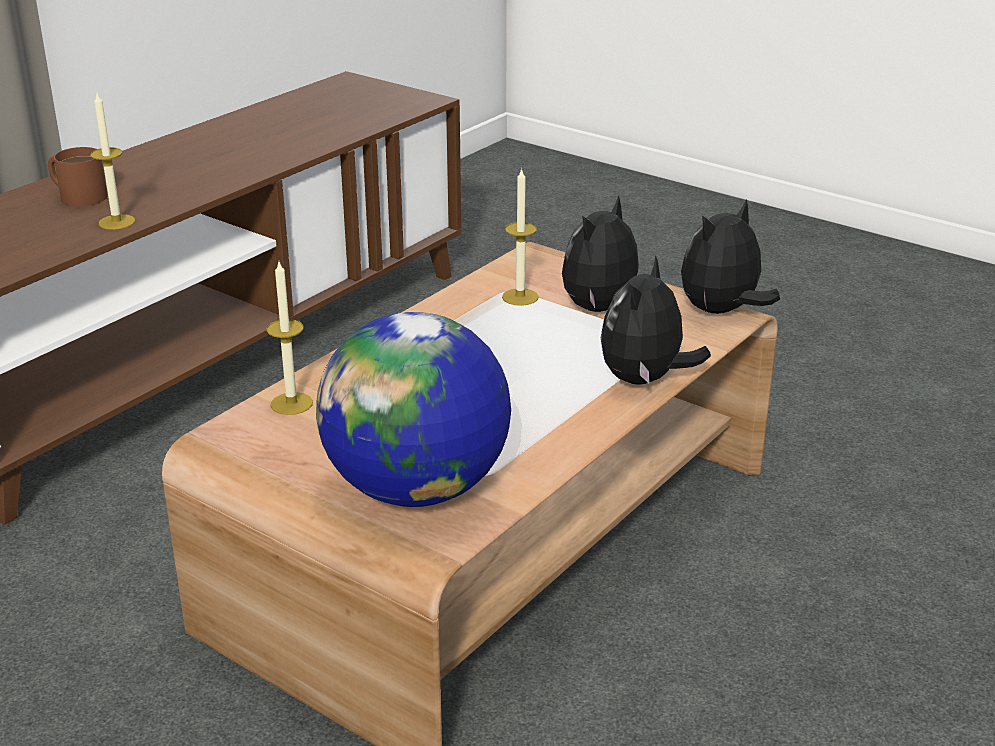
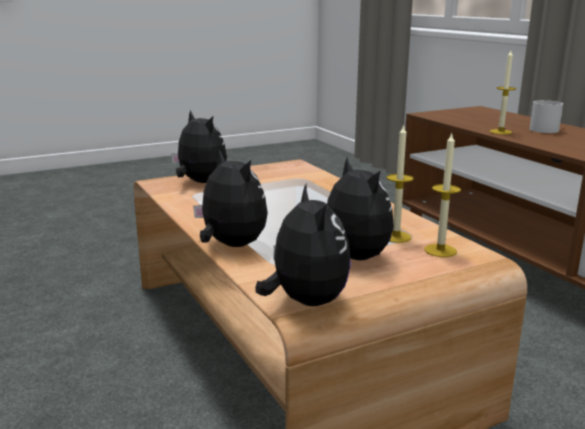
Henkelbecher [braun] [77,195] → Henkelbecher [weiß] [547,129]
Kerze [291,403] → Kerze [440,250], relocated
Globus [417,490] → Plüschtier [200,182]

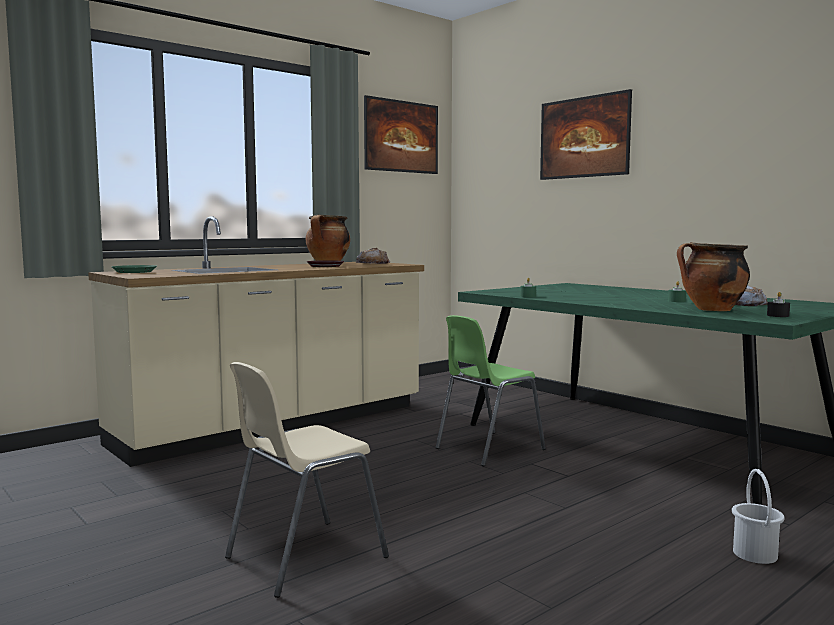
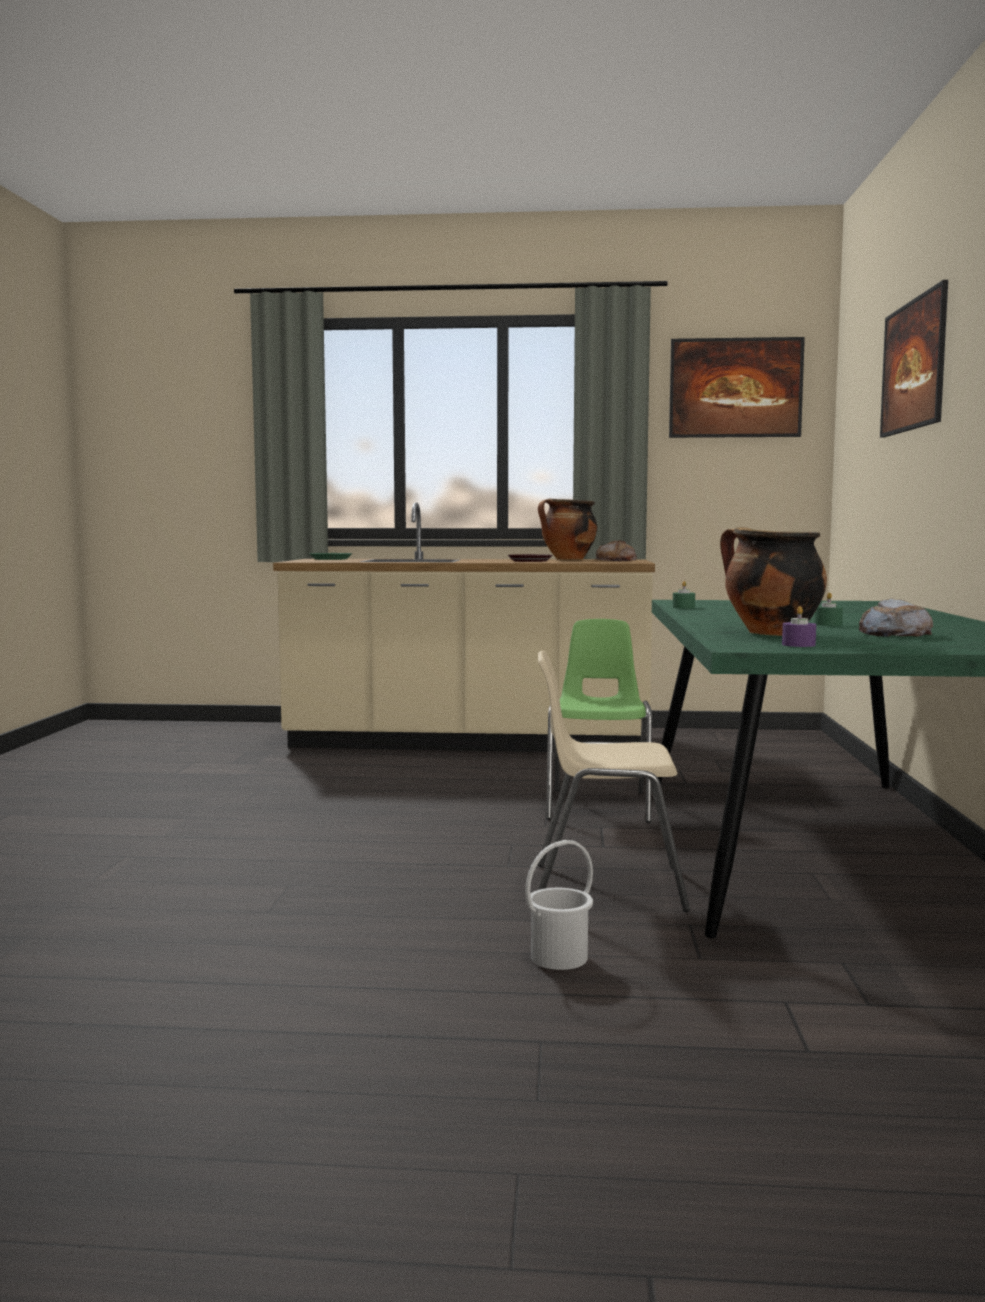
Stuhl [beige] [304,557] → Stuhl [beige] [606,886], relocated
Stuhl [grün] [488,449] → Stuhl [grün] [599,805], 90 degrees clockwise
Kerze [schwarz] [778,315] → Kerze [lila] [798,645]

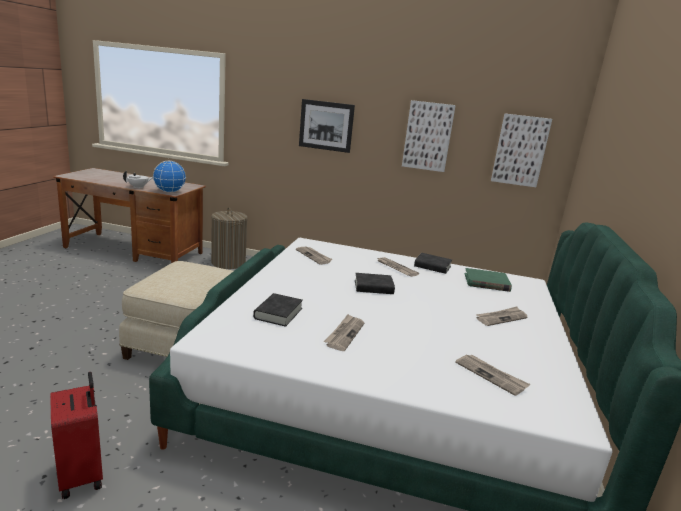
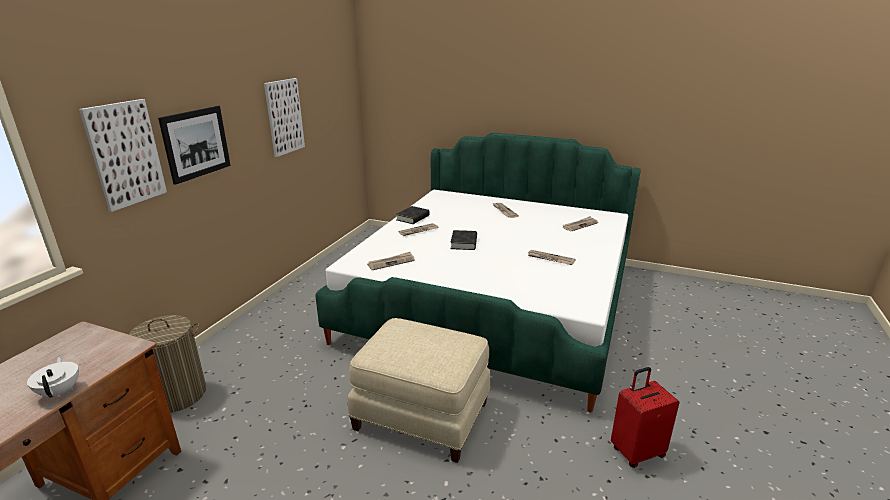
Globus [169,192] → -
Buch [schwarz] [278,313] → -
Buch [grün] [486,282] → -
Bild [520,150] → Bild [125,154], relocated

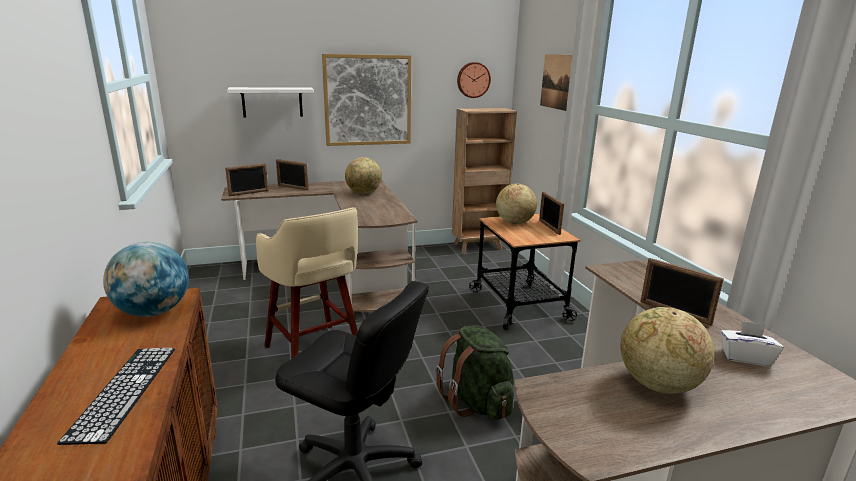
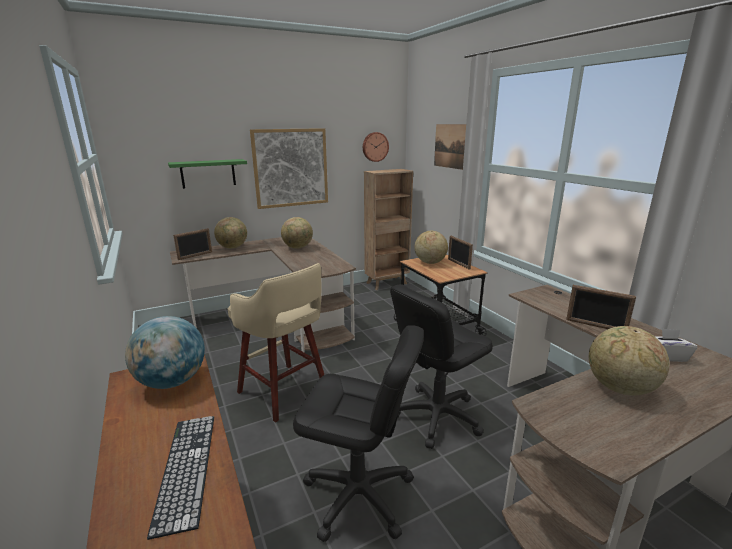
Wandregal [weiß] [272,102] → Wandregal [grün] [208,173]
Bilderrahmen [292,187] → Globus [233,247]
Rucksack [grün] [477,402] → Bürostuhl [schwarz] [436,416]

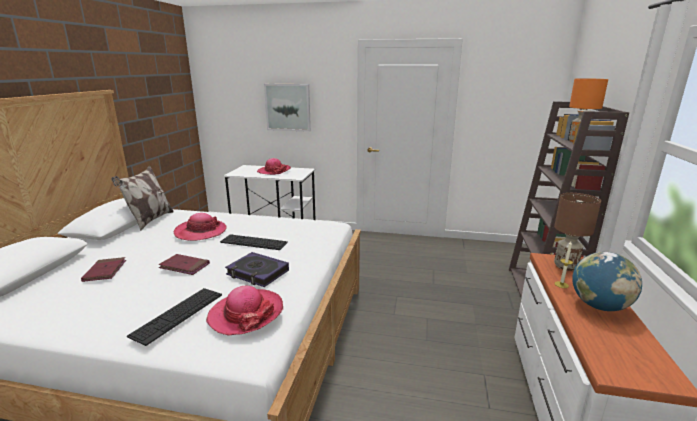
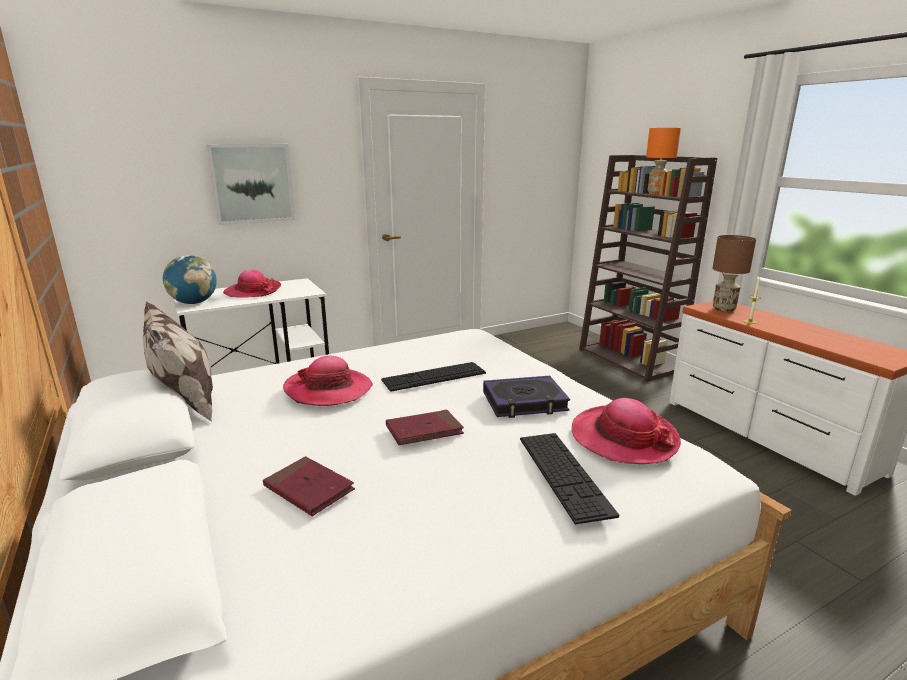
Globus [599,306] → Globus [194,303], relocated

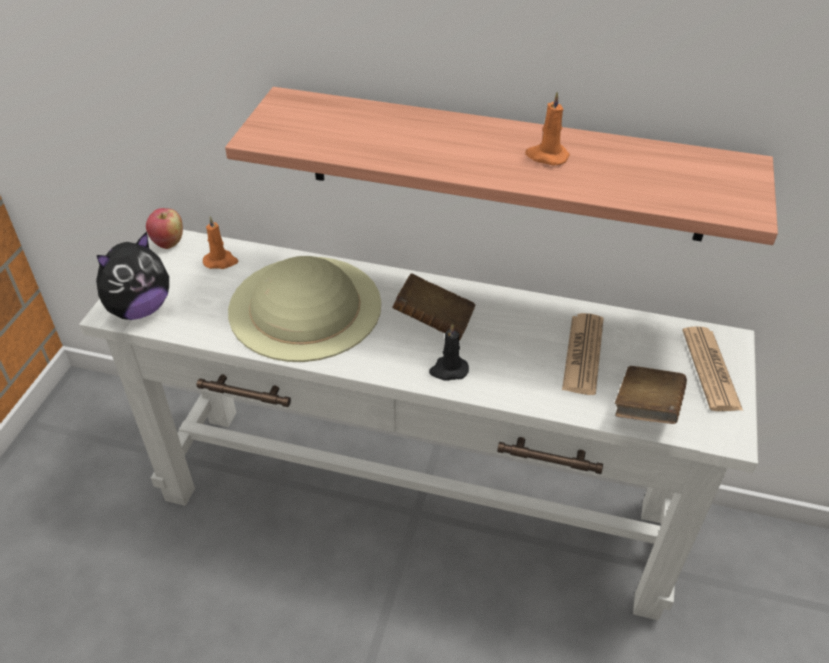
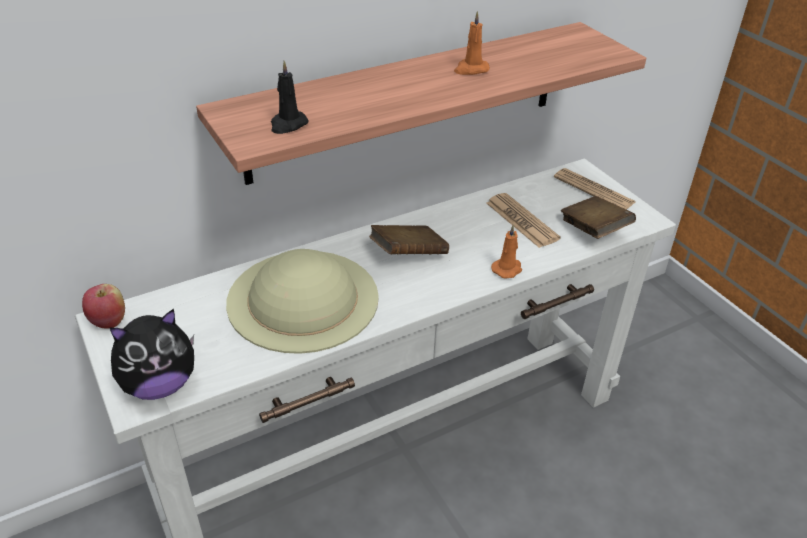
Plüschtier [139,309] → Plüschtier [160,385], 60 degrees clockwise
Kerze [orange] [221,261] → Kerze [orange] [507,269], relocated
Kerze [schwarz] [448,370] → Kerze [schwarz] [288,125], relocated

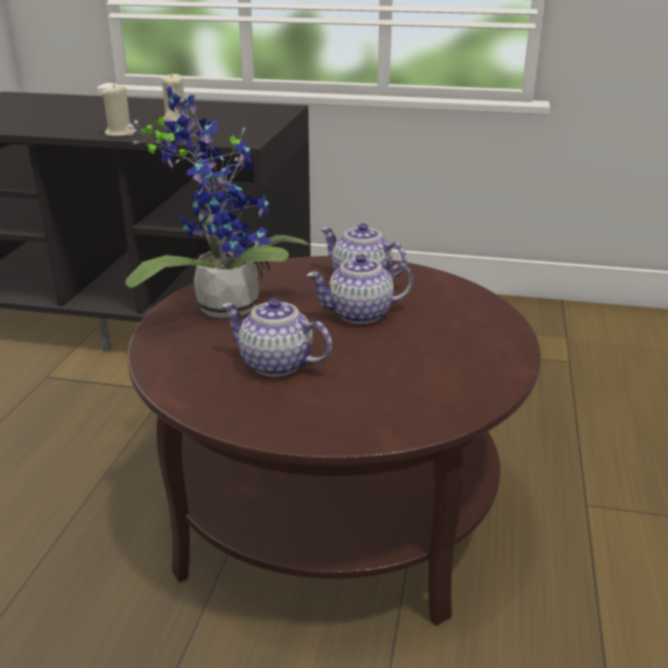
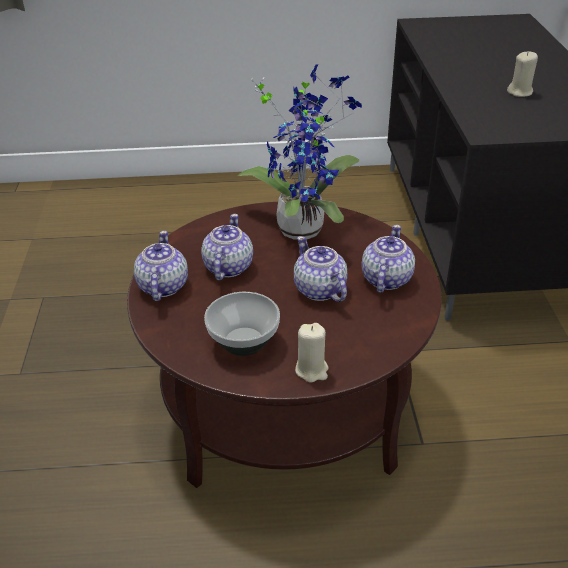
Kerze [beige] [120,133] → Kerze [beige] [312,370], relocated
- → Teekanne [162,287]
- → Schüssel [244,341]

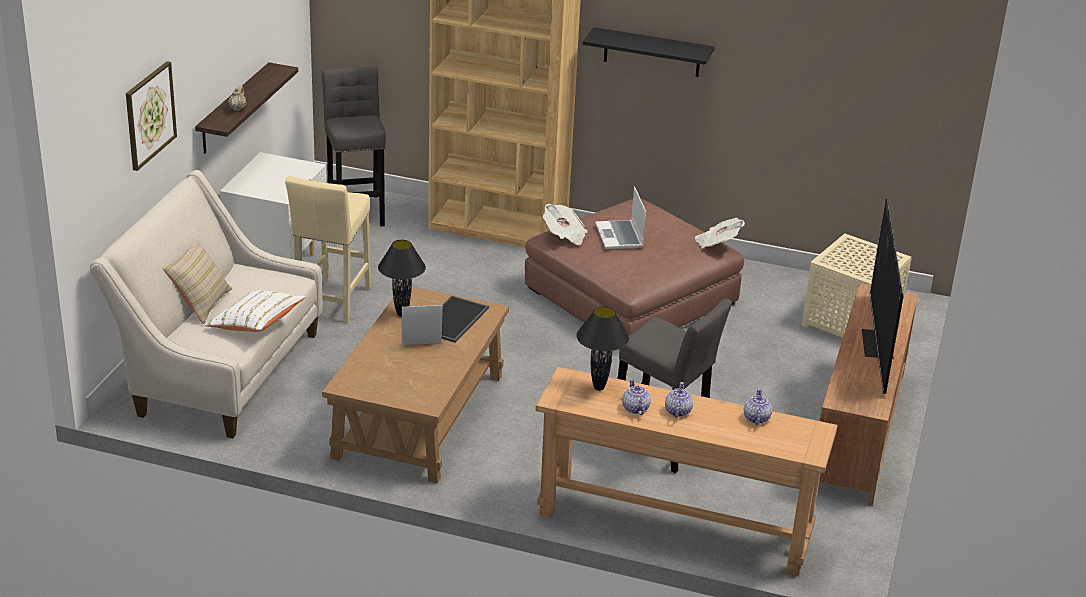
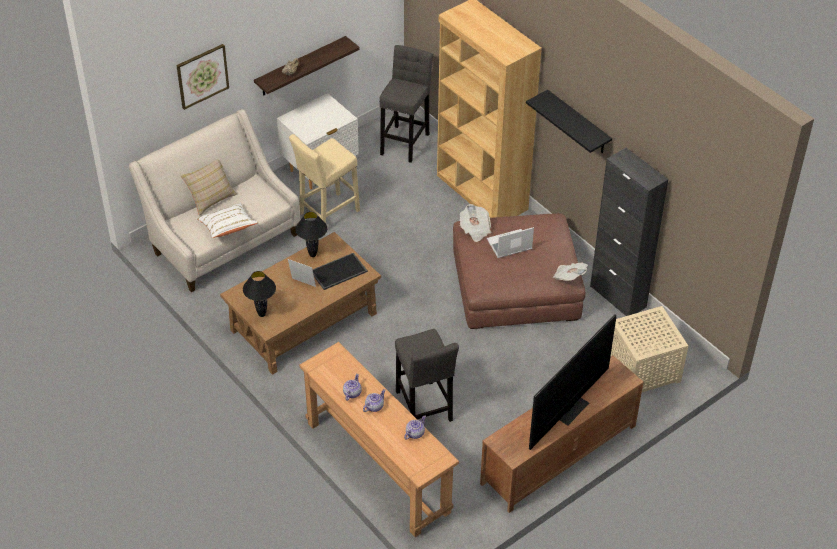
Tischlampe [schwarz] [599,388] → Tischlampe [schwarz] [262,315], relocated
Laptop [620,236] → Laptop [509,245], 45 degrees clockwise
- → Schrank [schwarz] [618,296]

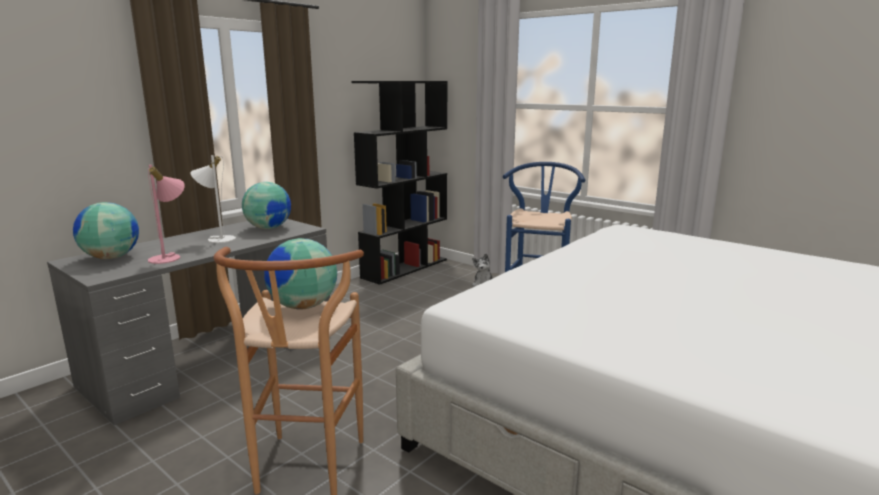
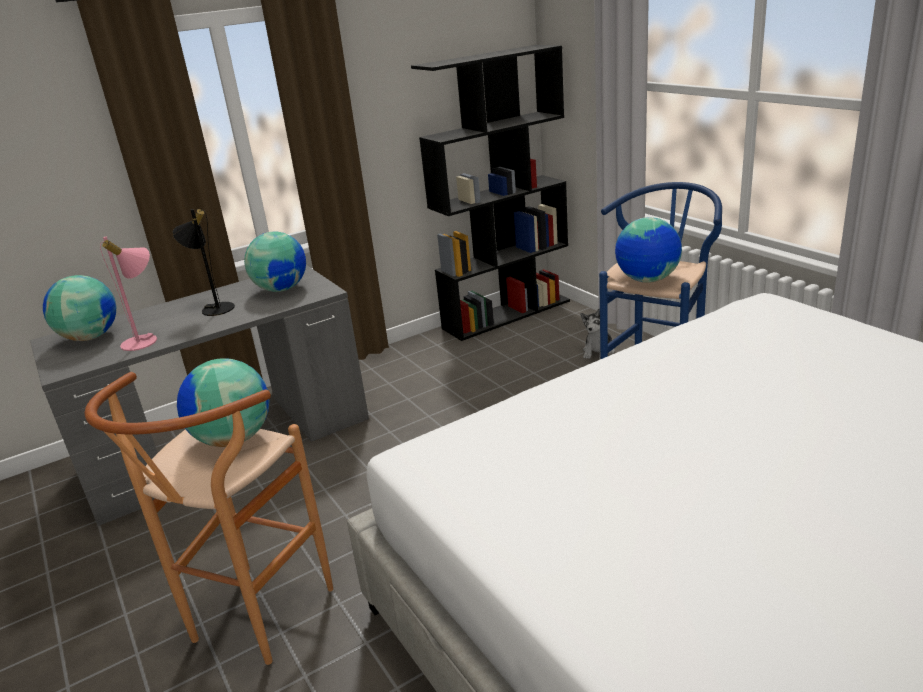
Tischlampe [weiß] [217,238] → Tischlampe [schwarz] [214,307]
- → Globus [647,280]

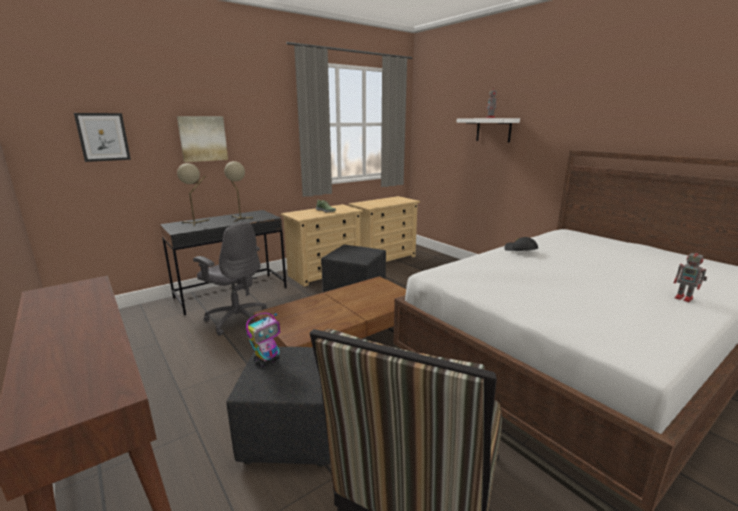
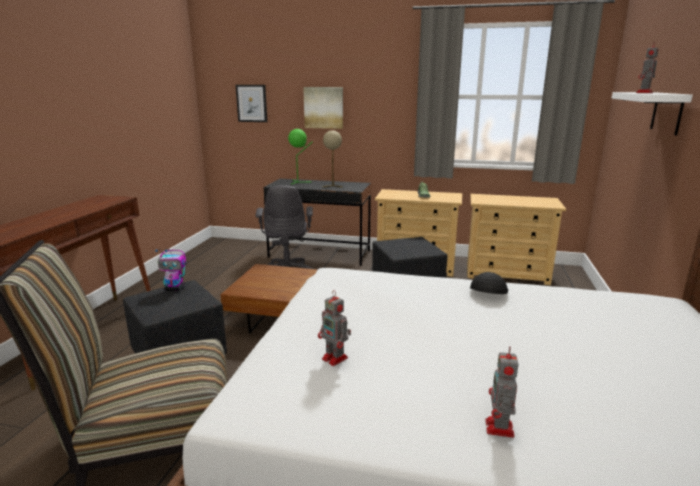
Tischlampe [beige] [196,222] → Tischlampe [grün] [299,182]
- → Spielzeugroboter [335,359]

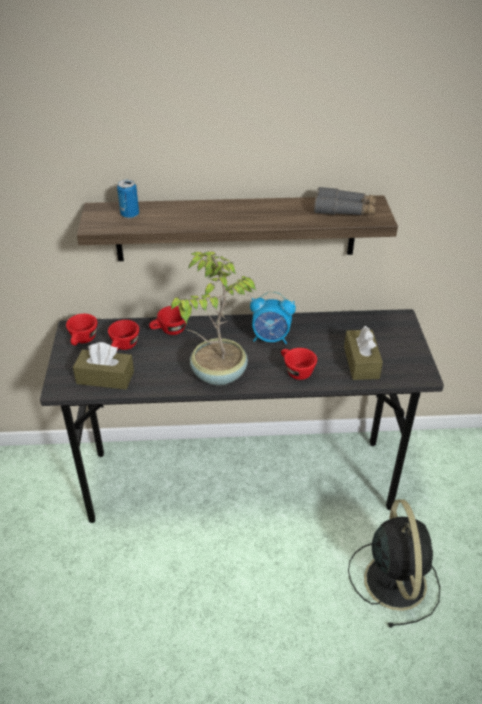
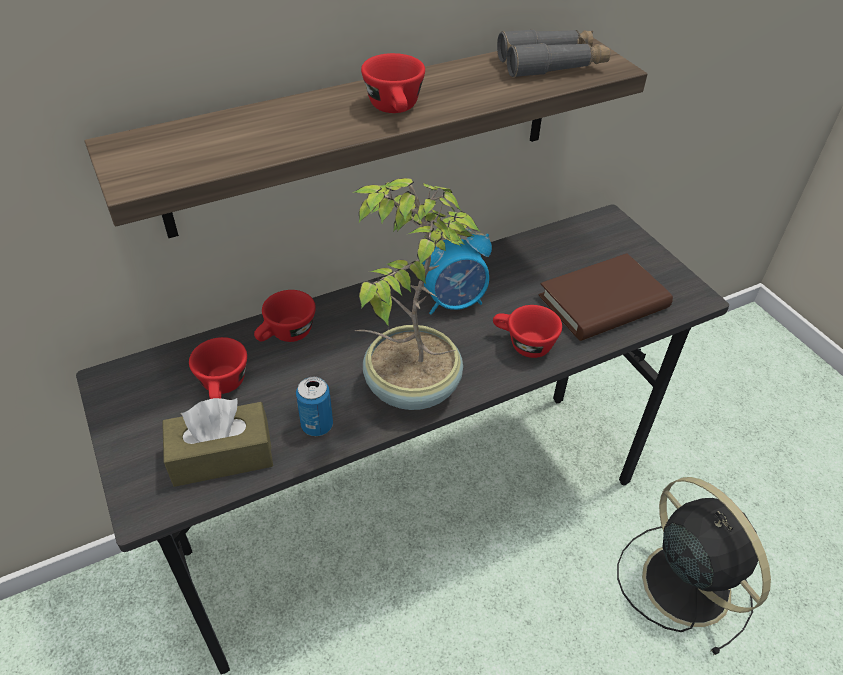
Tasse [rot] [83,340] → Tasse [rot] [396,109], relocated
Dose [130,214] → Dose [317,425], relocated
Taschentuchbox [braun] [361,362] → Buch [braun] [603,302]

